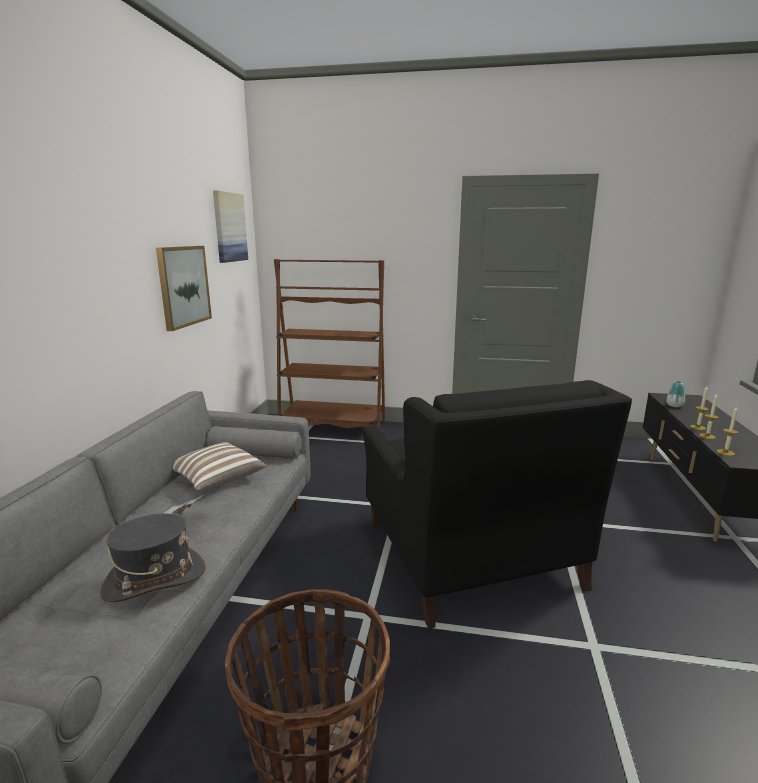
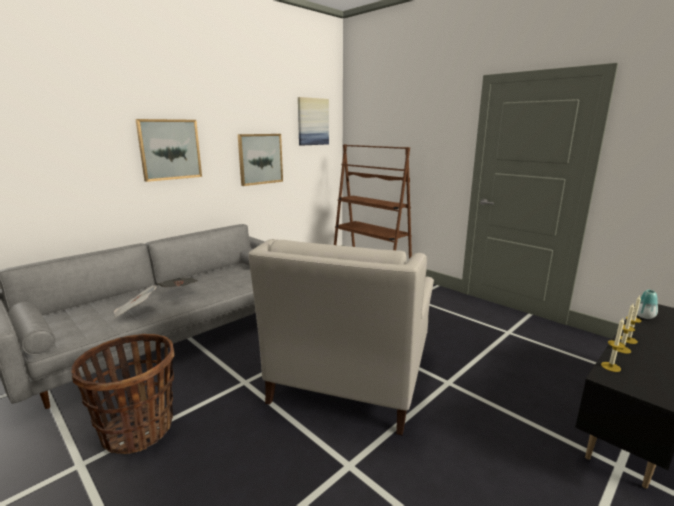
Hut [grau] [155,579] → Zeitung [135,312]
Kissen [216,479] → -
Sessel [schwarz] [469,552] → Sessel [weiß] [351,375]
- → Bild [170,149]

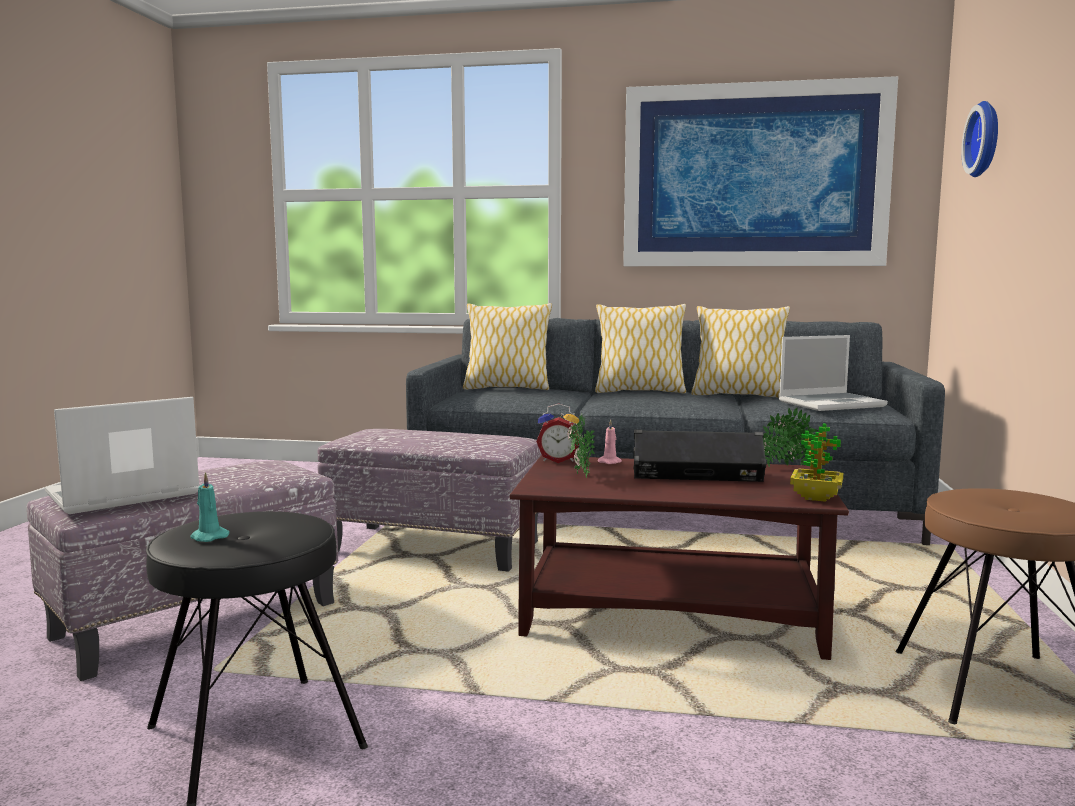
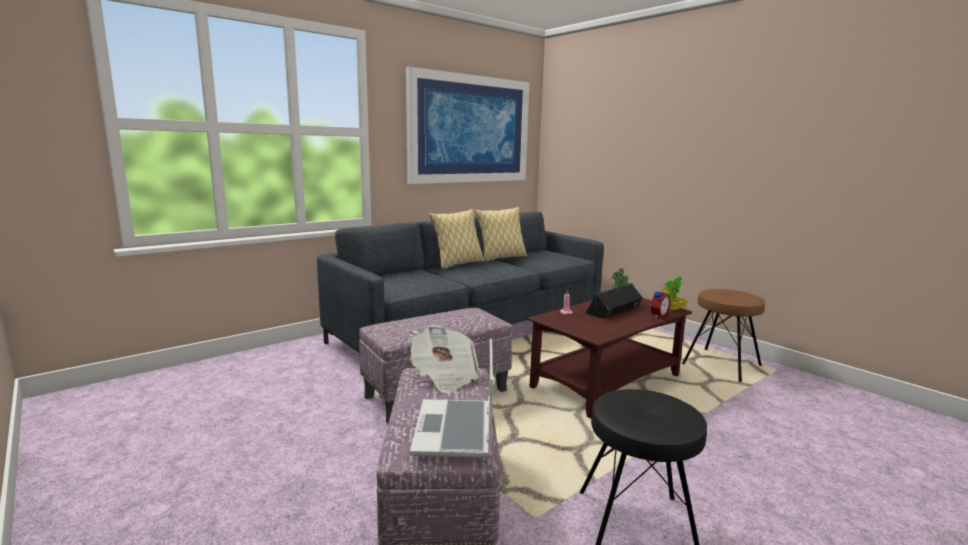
Kerze [türkis] [208,537] → -
Kissen [507,388] → -
Wecker [558,460] → Wecker [657,315], relocated
Topfpflanze [581,476] → -
Laptop [831,404] → -
Wanduhr [986,139] → -
- → Zeitung [444,376]

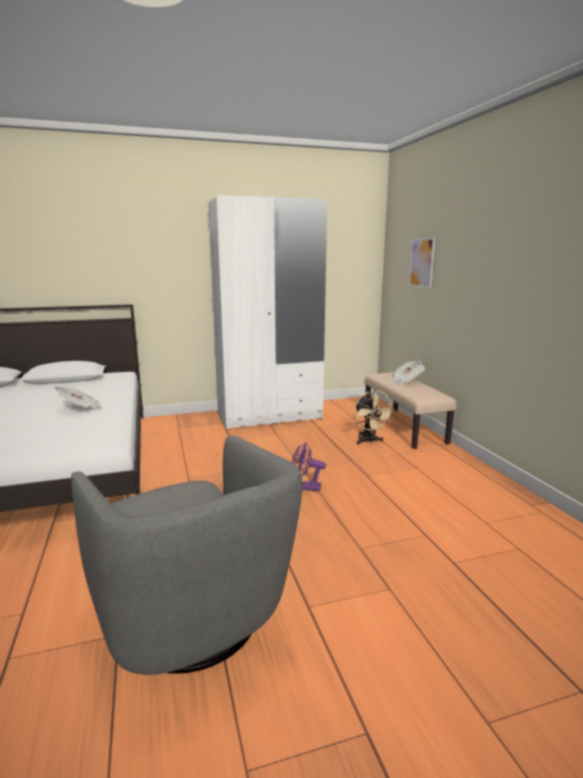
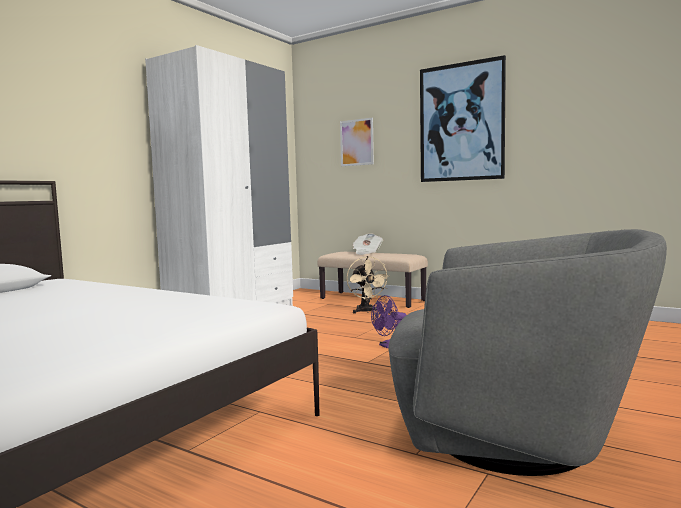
Zeitung [81,409] → -
Ventilator [beige] [369,441] → Ventilator [beige] [366,311], 45 degrees clockwise
- → Bild [461,122]

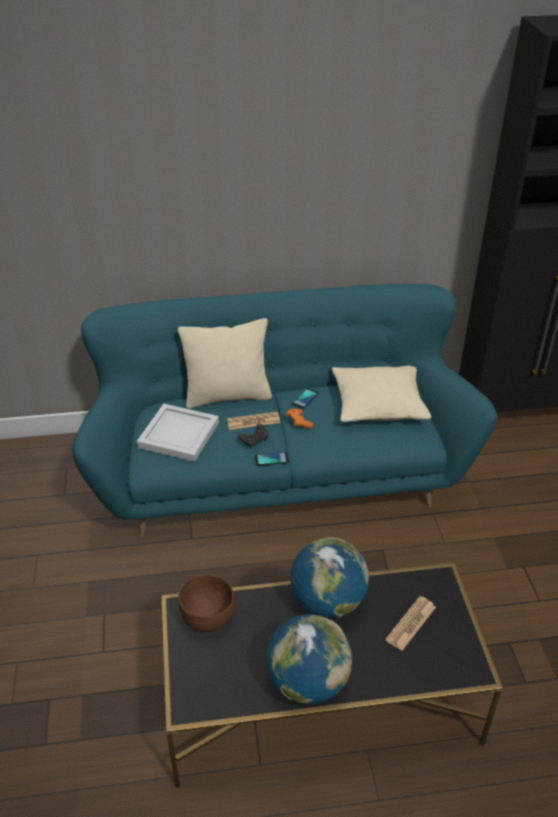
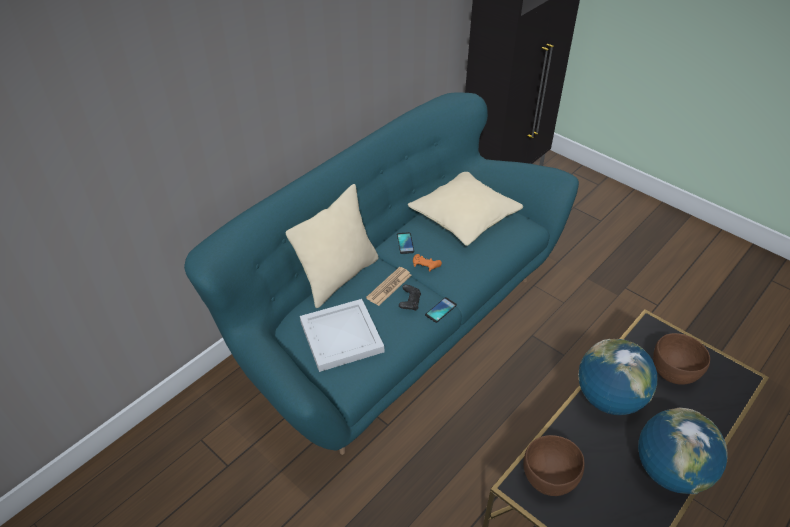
Zeitung [411,623] → Schüssel [braun] [673,373]

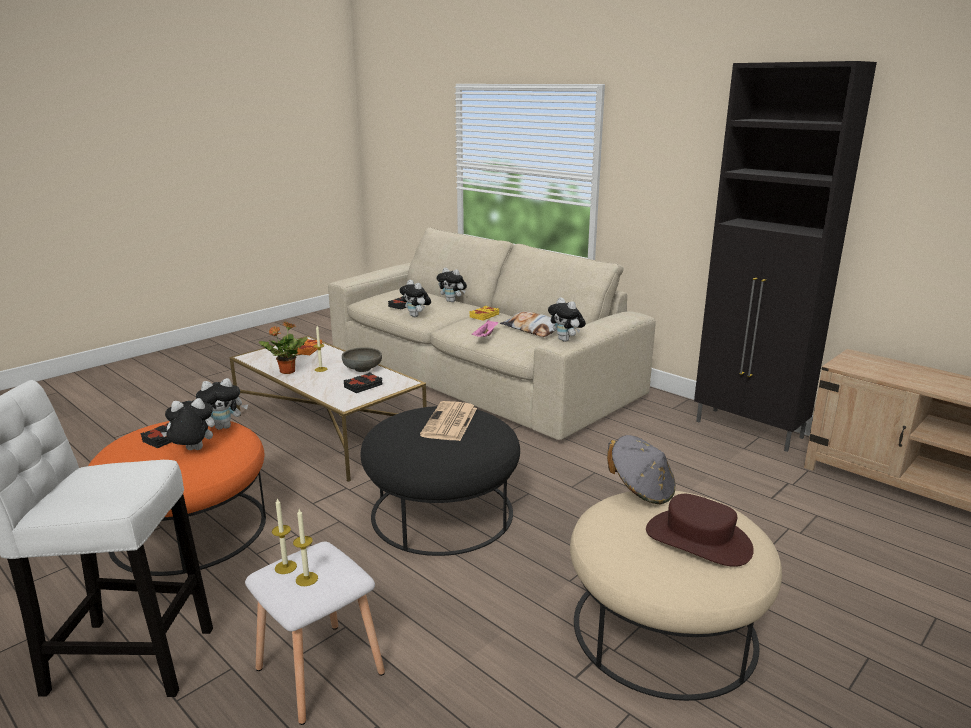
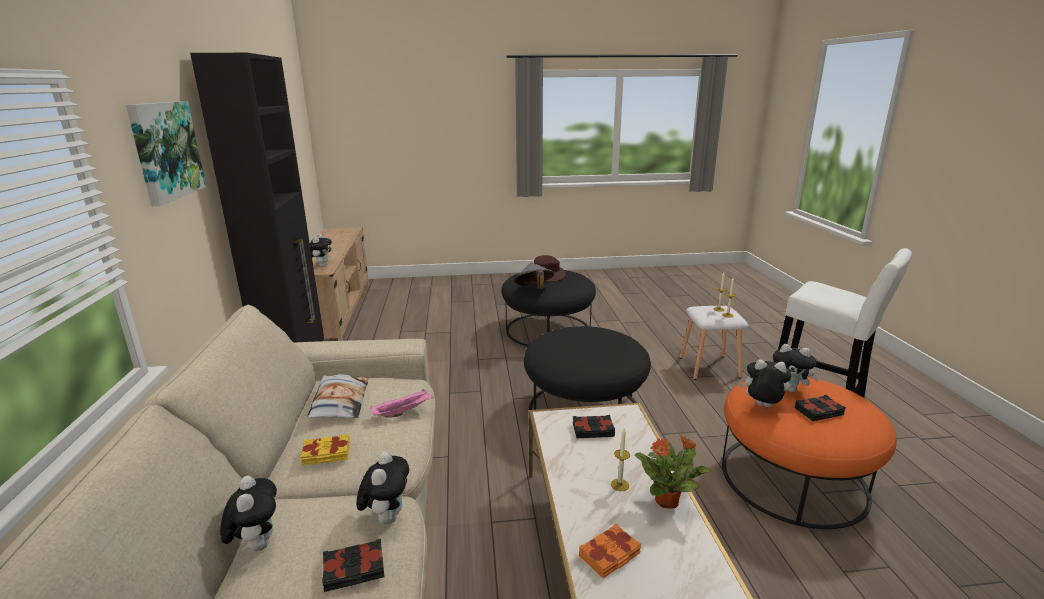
Schüssel [grau] [362,369] → -
Zeitung [450,422] → -
Plüschtier [566,340] → Plüschtier [322,265], relocated
Polsterhocker [beige] [664,629] → Polsterhocker [schwarz] [548,330]
- → Bild [165,150]

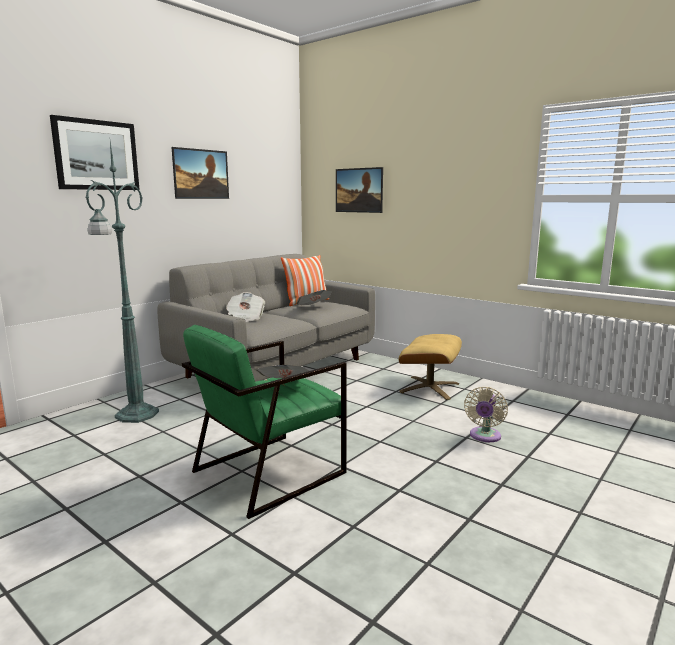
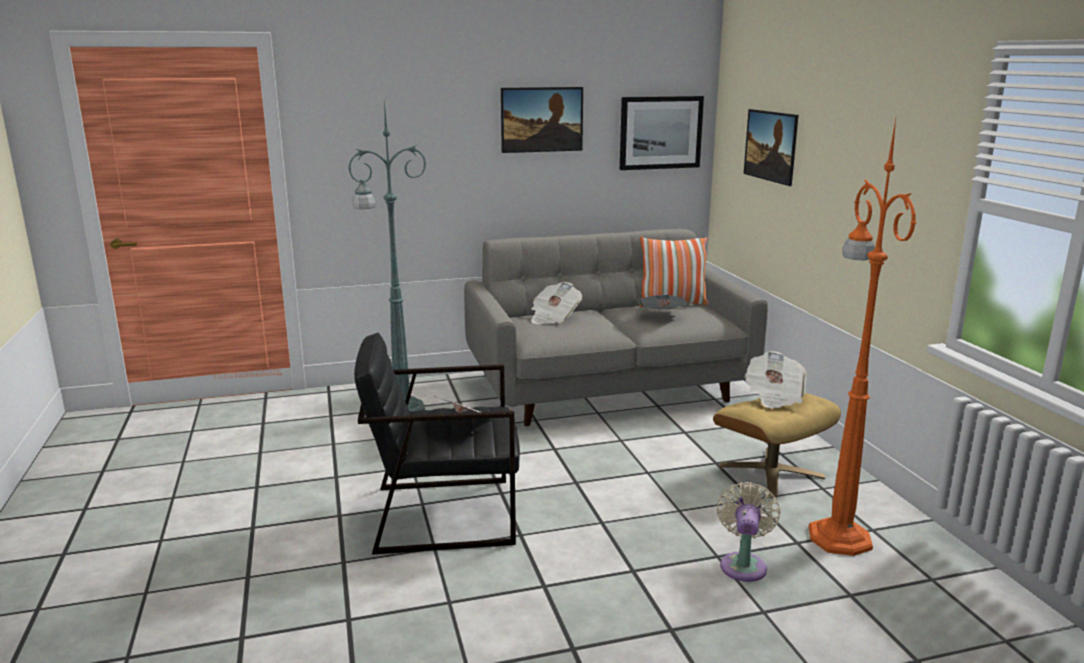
Bild [96,155] → Bild [660,132], relocated
Sessel [grün] [268,472] → Sessel [schwarz] [444,514]
Ventilator [beige] [484,437] → Ventilator [beige] [743,564], 135 degrees clockwise
- → Zeitung [774,396]
- → Stehlampe [orange] [838,536]

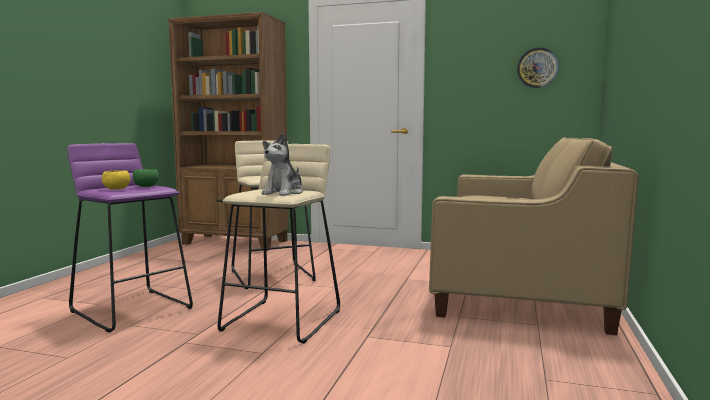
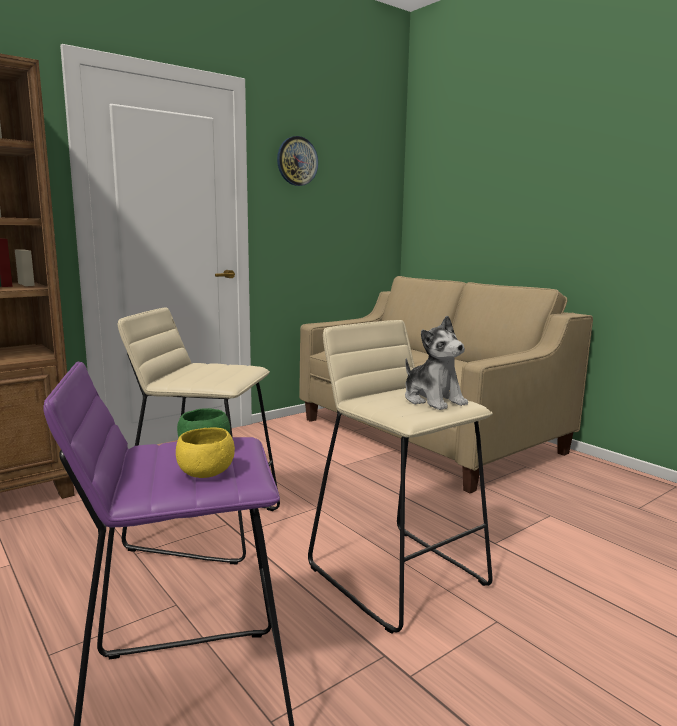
Wanduhr [537,68] → Wanduhr [297,161], relocated

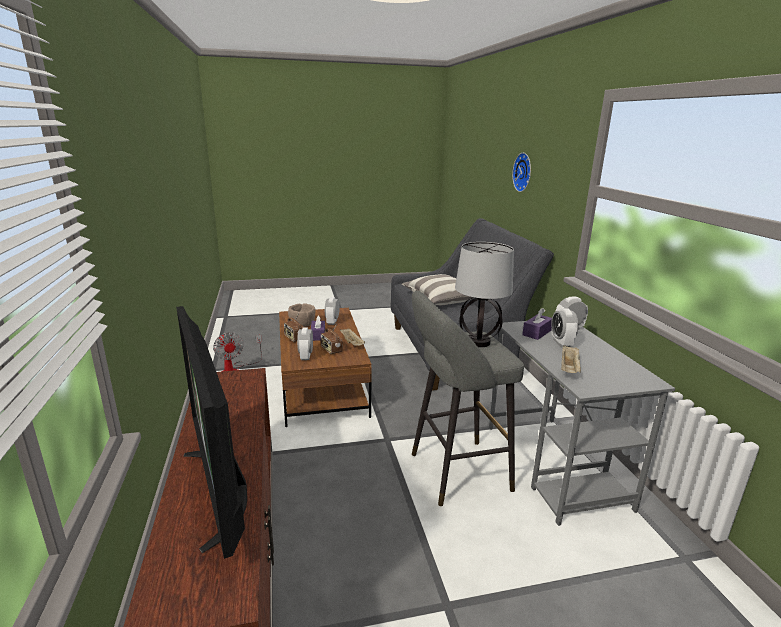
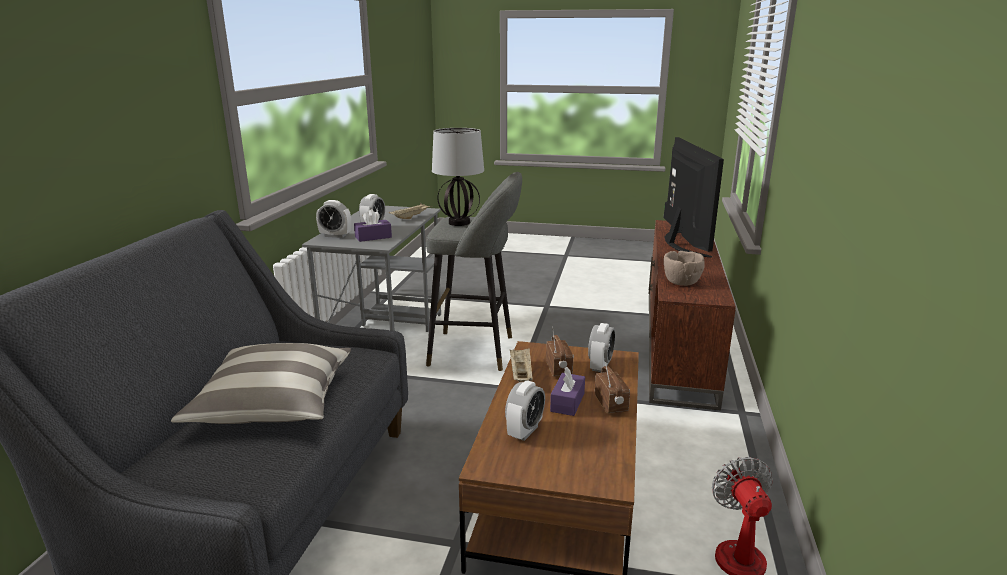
Schüssel [braun] [303,325] → Schüssel [braun] [680,282], relocated
Wanduhr [524,172] → -

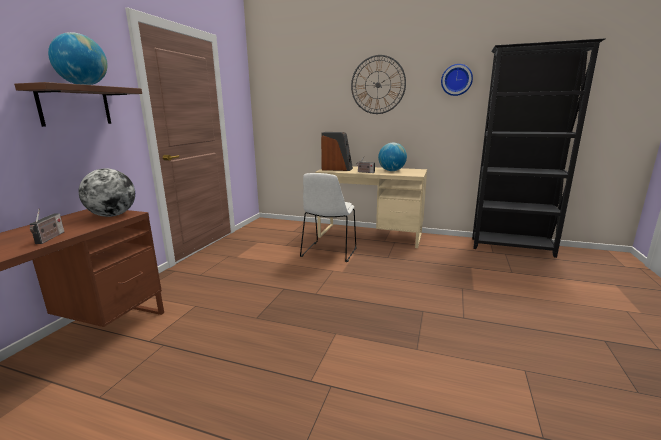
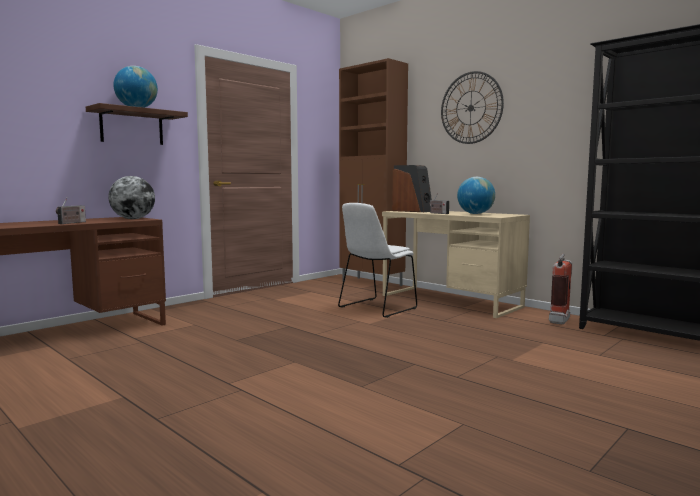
Wanduhr [456,80] → -
- → Schrank [braun] [372,283]
- → Feuerlöscher [560,320]

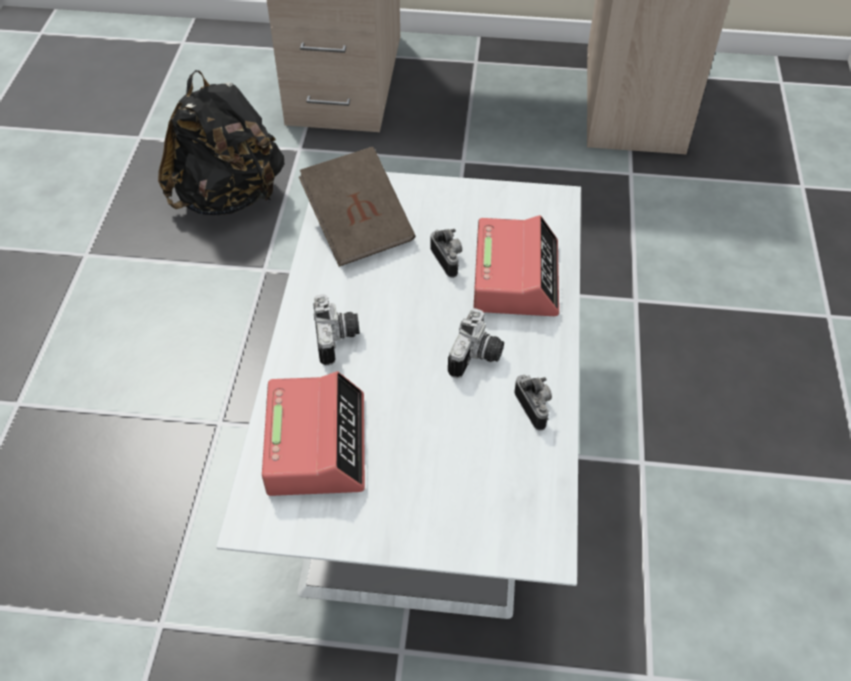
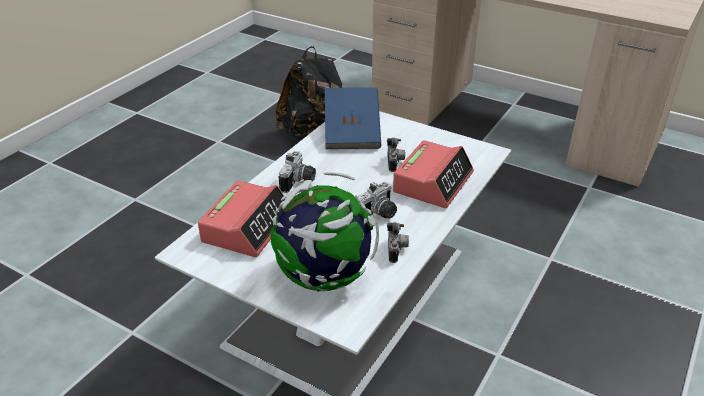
Buch [braun] [358,225] → Buch [blau] [352,133]
- → Globus [324,278]

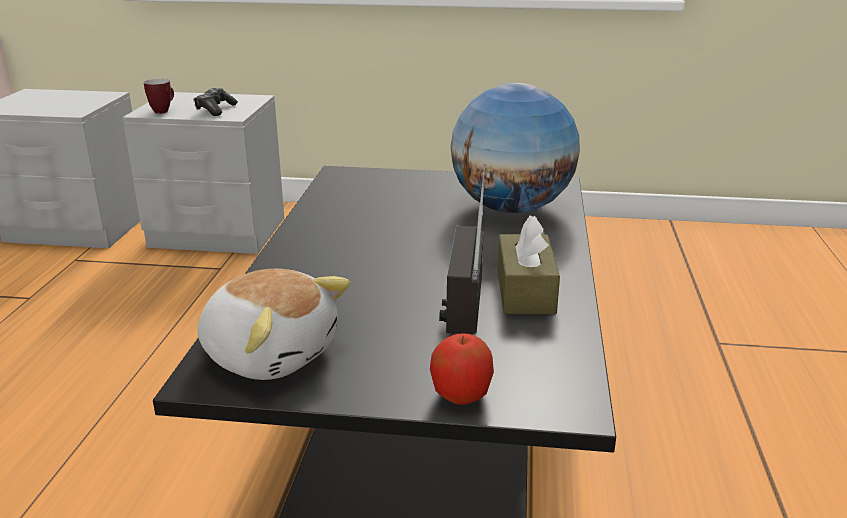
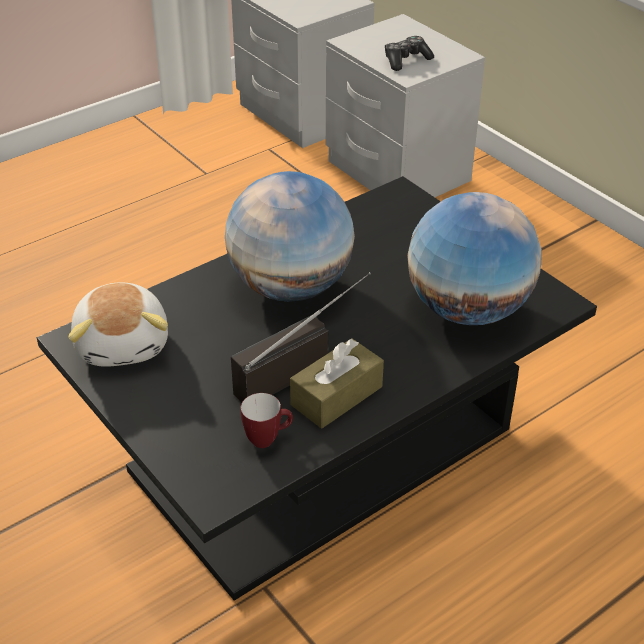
Henkelbecher [163,111] → Henkelbecher [267,439], relocated
Apfel [461,396] → -
- → Globus [291,287]

